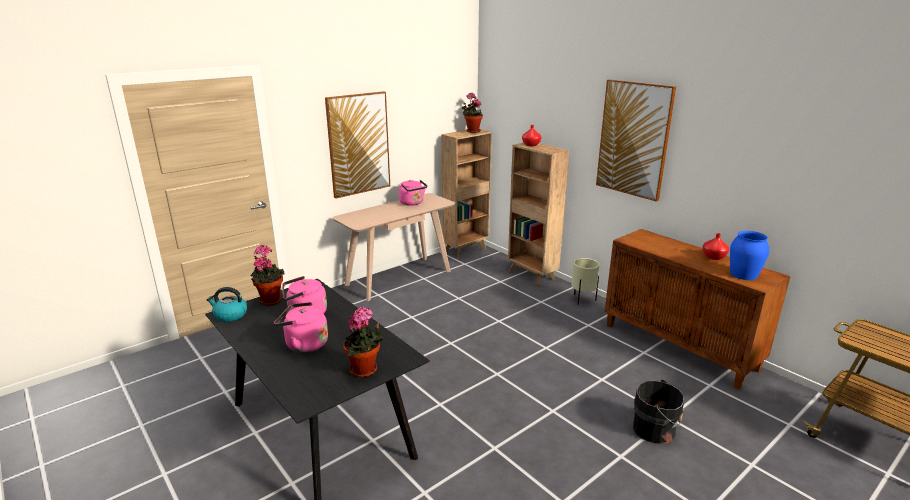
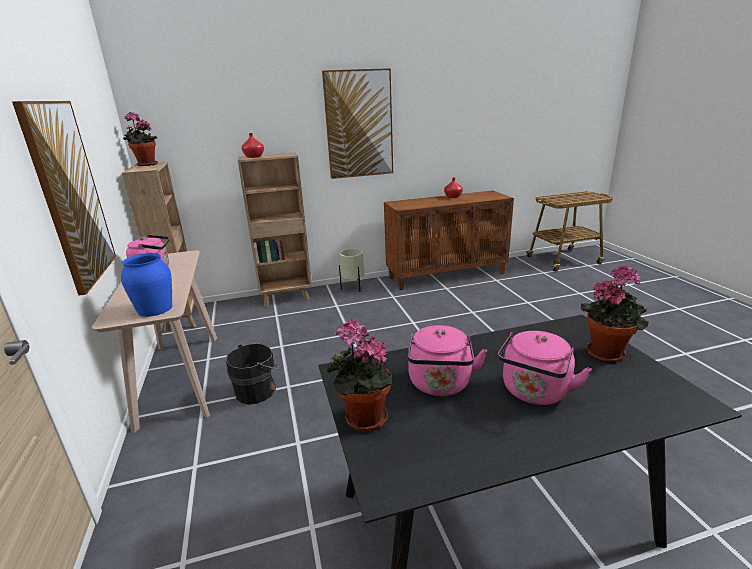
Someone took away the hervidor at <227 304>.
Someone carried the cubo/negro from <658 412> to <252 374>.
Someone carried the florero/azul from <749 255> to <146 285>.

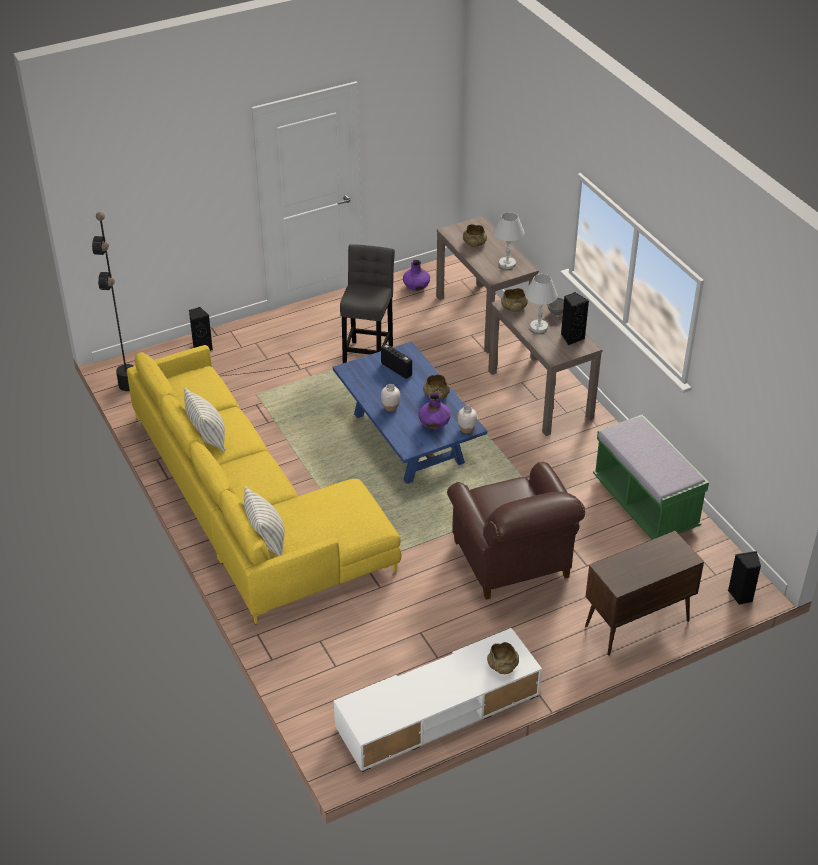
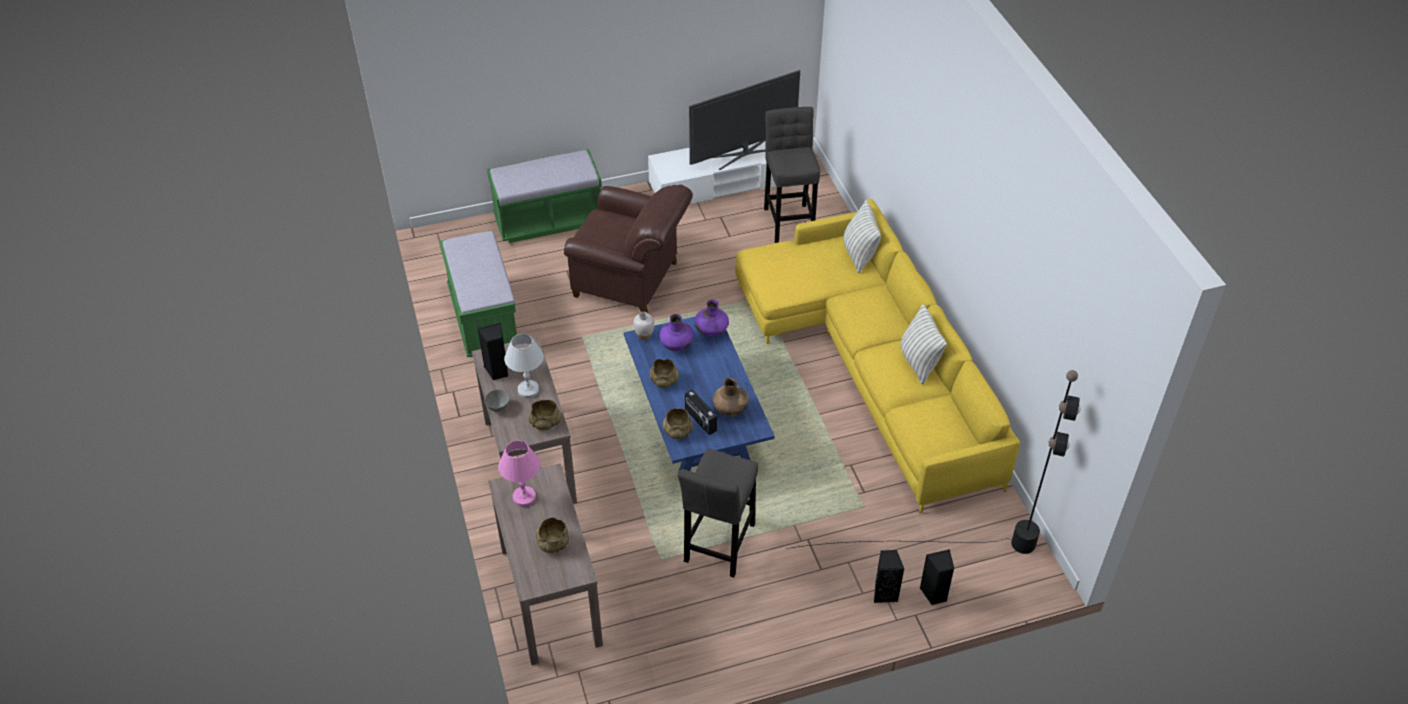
Someone took away the florero/blanco at <390 398>.
Someone carried the florero/morado from <416 275> to <711 318>.
Someone rotated the sillón/marrón at <516 531> by 120 degrees clockwise.
Someone carried the cuenco/beis from <503 658> to <677 423>.
Someone repainted the lámpara de mesa/blanco at <509 240>, which became the lámpara de mesa/rosa at <519 473>.
Someone swapped the armario/marrón at <644 593> for the banco/verde at <544 196>.
Someone carried the altavoz/negro from <744 578> to <889 576>.
Someone put down the televisor at <744 120>.
Someone put down the florero/marrón at <731 397>.
Someone put down the taburete/gris at <792 175>.

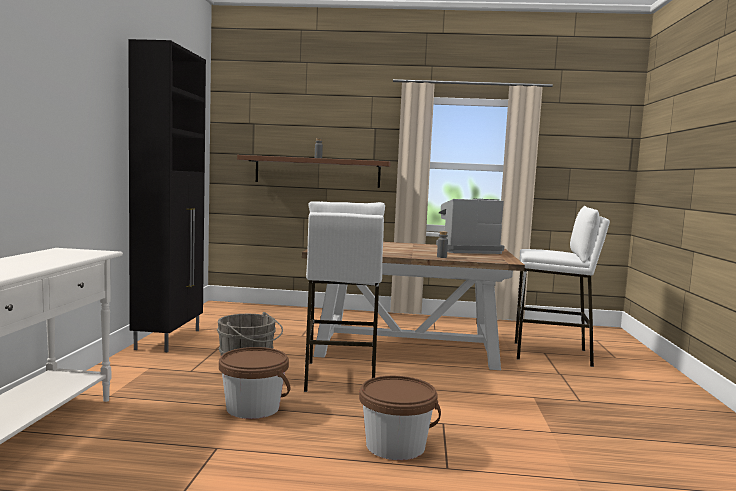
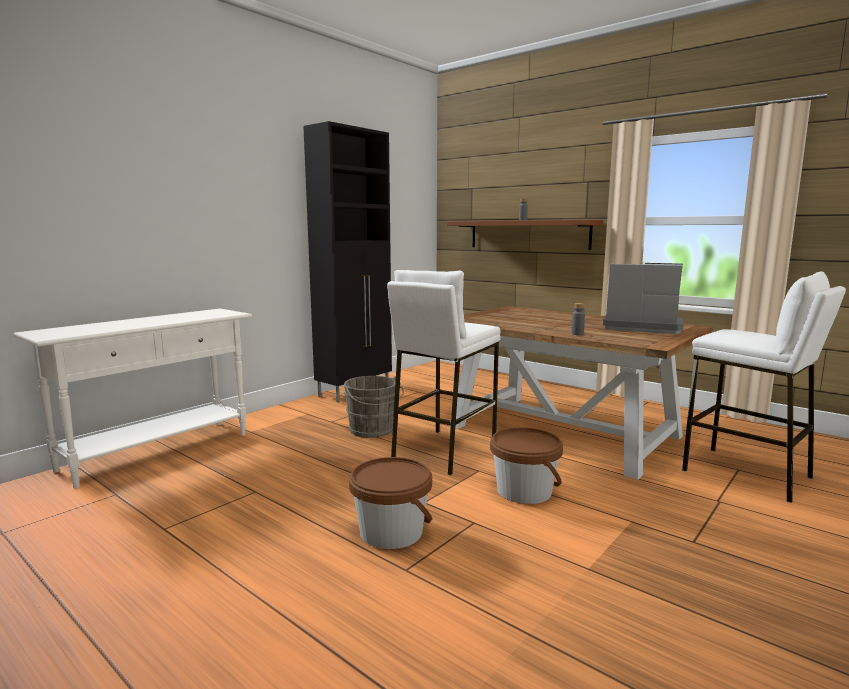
Someone carried the cubo/marrón from <254 383> to <526 466>.

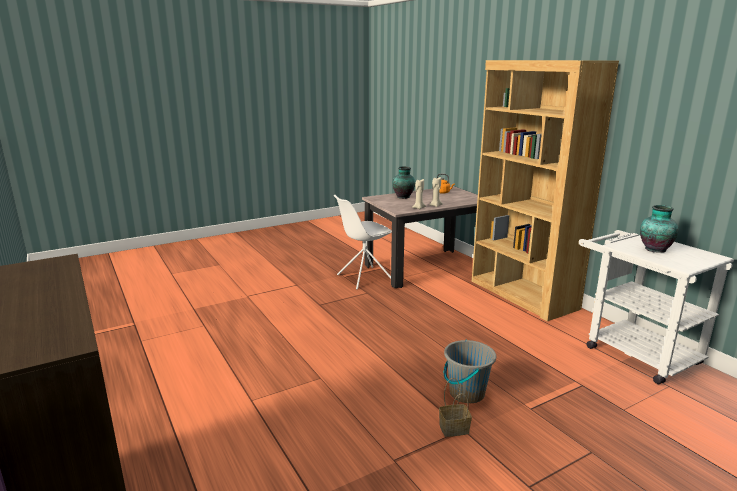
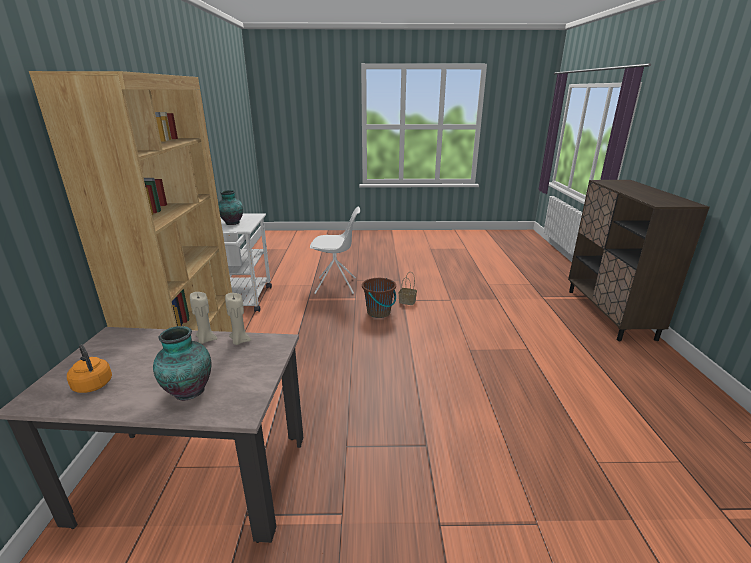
Someone carried the silla/blanco from <363 241> to <335 250>.
Someone repainted the cubo/gris at <470 371>, which became the cubo/marrón at <379 298>.

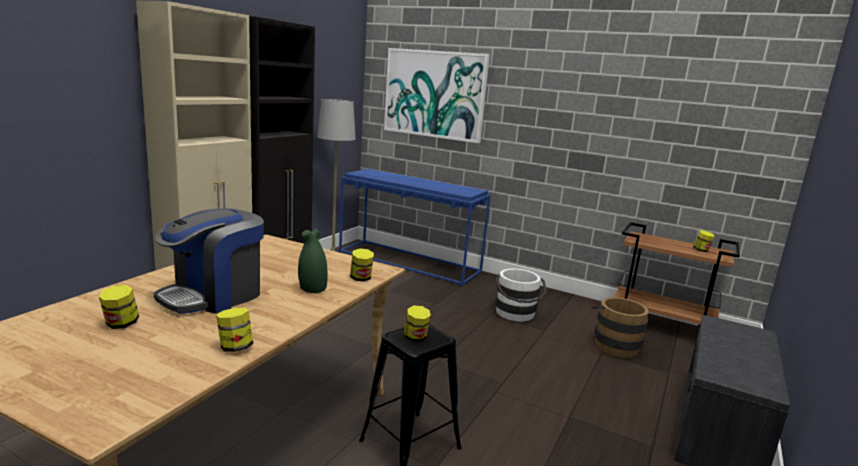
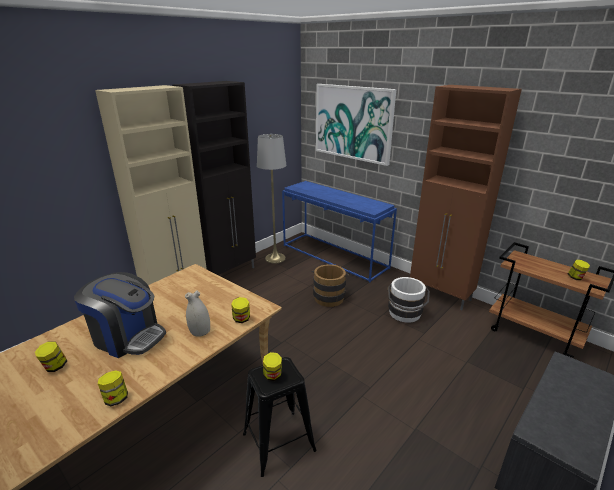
Someone rotated the cafetera at <209 261> by 120 degrees counterclockwise.
Someone repainted the florero/verde at <313 261>, which became the florero/blanco at <197 313>.
Someone carried the cubo/marrón from <620 327> to <330 285>.
Someone put down the armario/marrón at <466 197>.

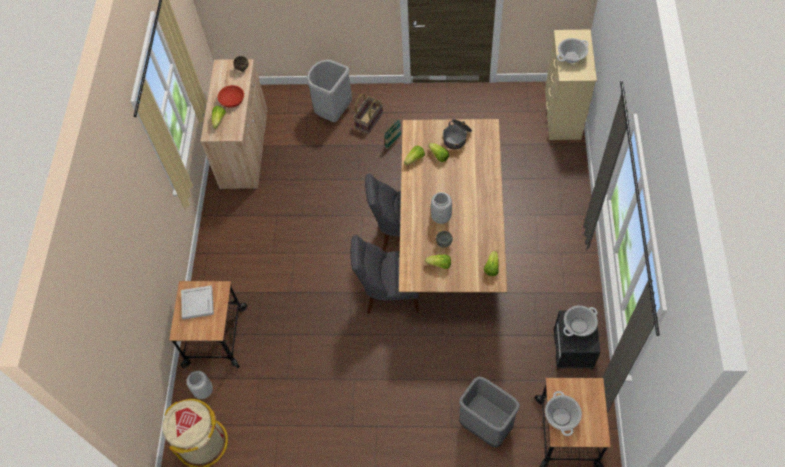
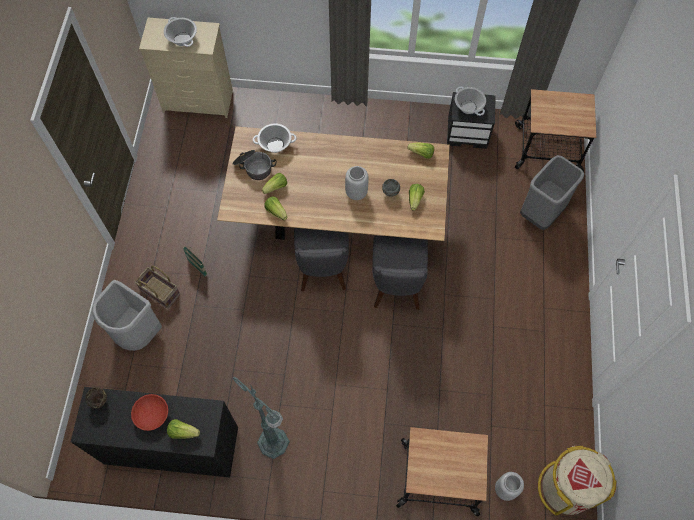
Someone took away the bandeja/blanco at <197 302>.
Someone repainted the armario/beis at <234 124>, which became the armario/negro at <154 432>.
Someone carried the olla from <563 413> to <275 138>.
Someone put down the lámpara de pie/verde at <261 418>.

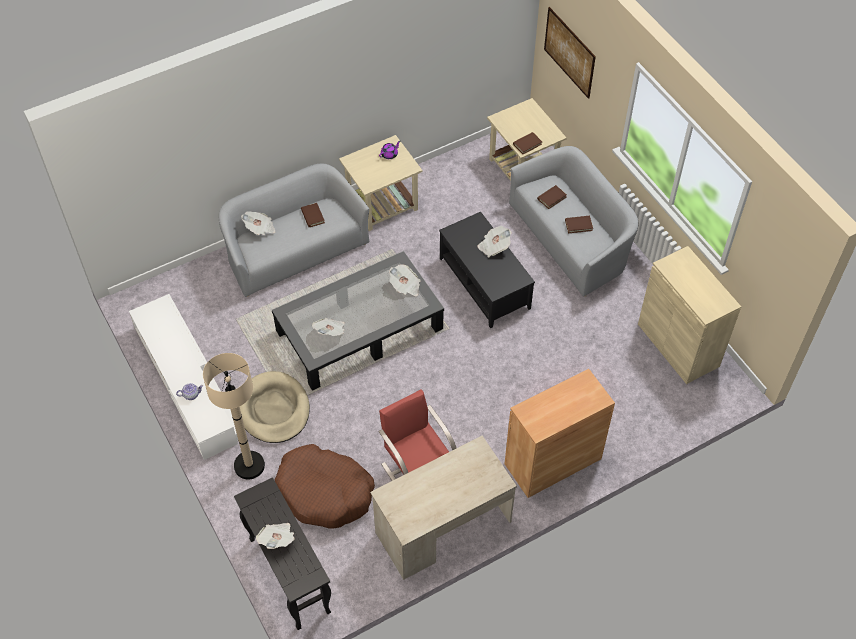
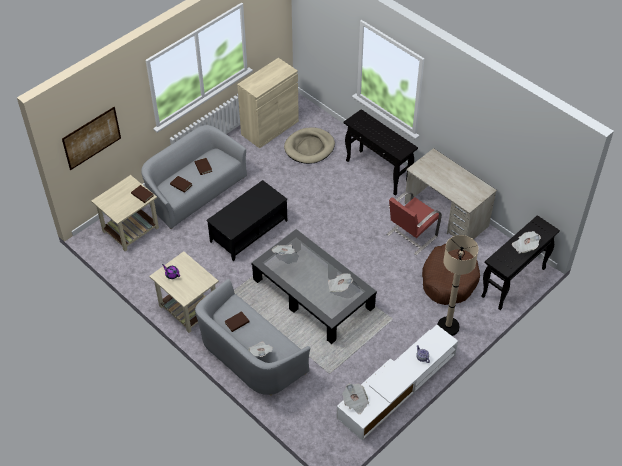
Someone carried the cama para perro/beis from <275 407> to <309 145>.
Someone carried the periódico from <494 241> to <355 398>.
Someone swapped the armario/marrón at <560 433> for the mesa consola/negro at <381 152>.

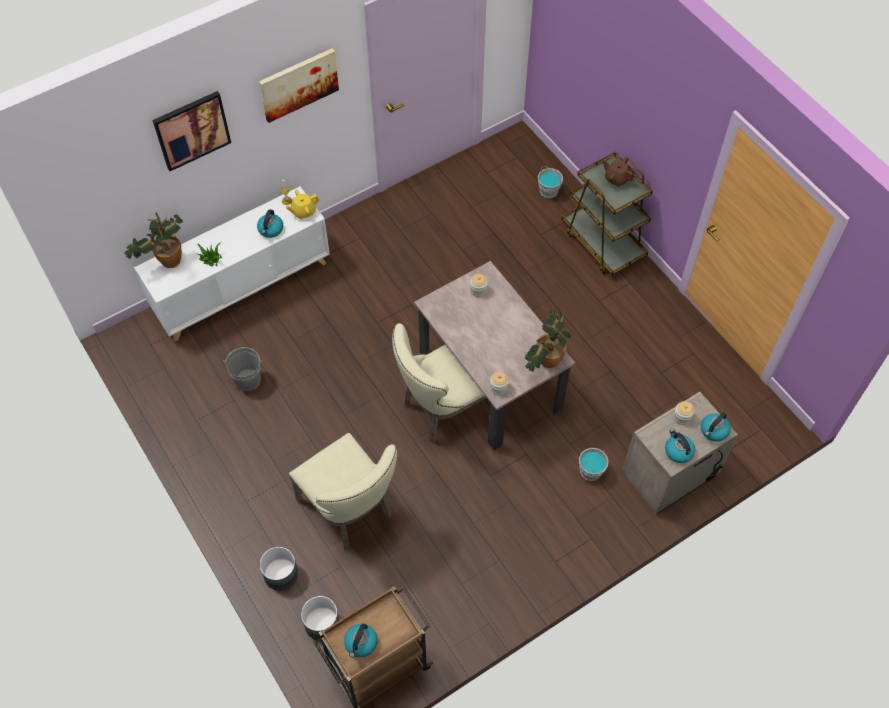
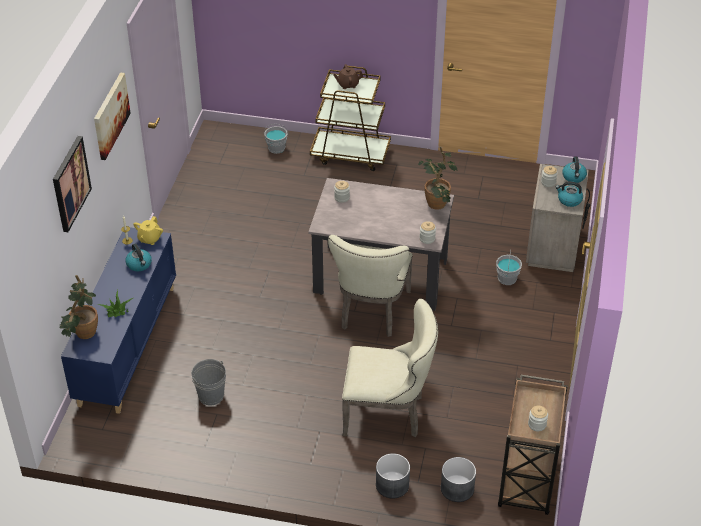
Someone repainted the armario/blanco at <232 264>, which became the armario/azul at <118 320>.
Someone swapped the hervidor at <360 640> for the tarro at <538 418>.

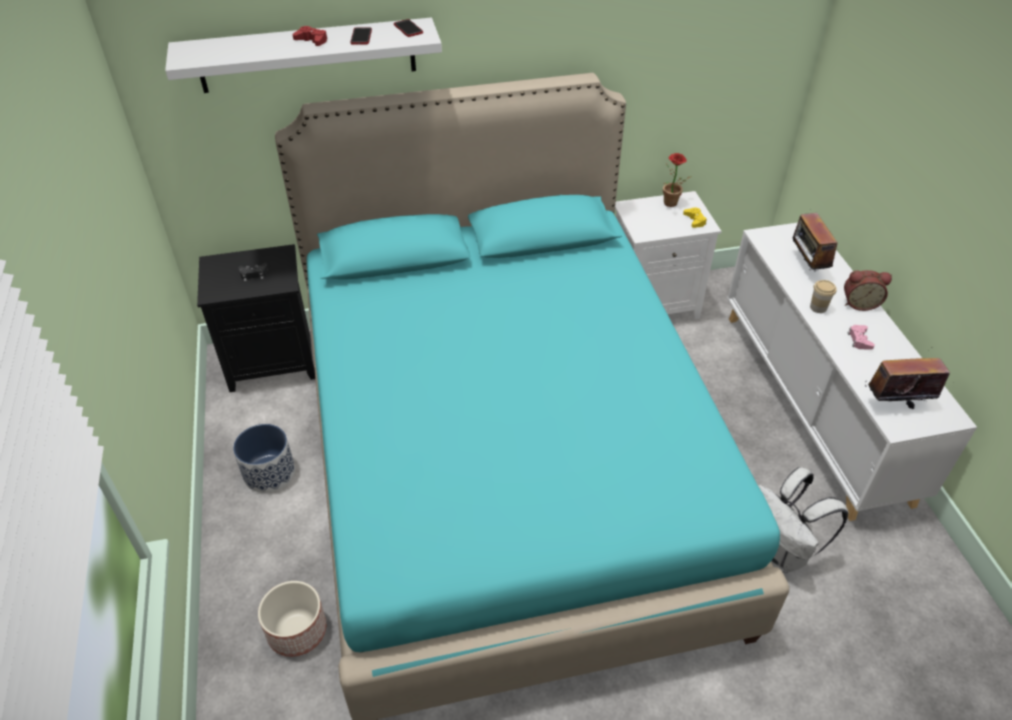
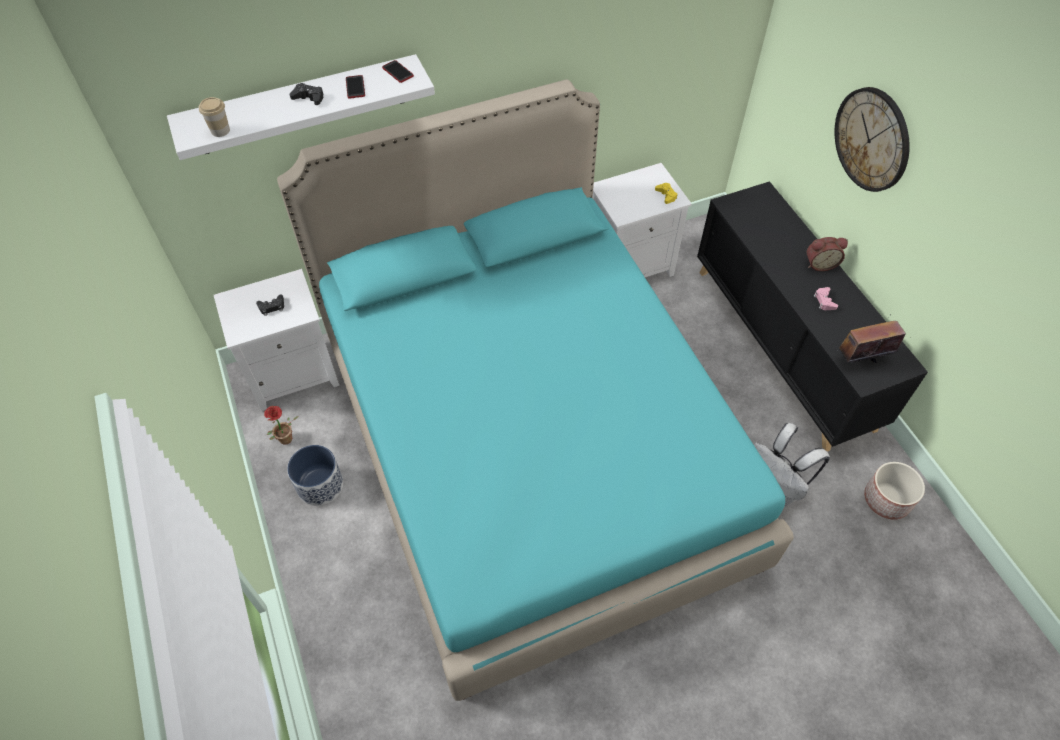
Someone repainted the mesita de noche/negro at <256 318>, which became the mesita de noche/blanco at <276 340>.
Someone carried the maceta from <292 619> to <894 491>.
Someone repainted the mando de consola/rojo at <310 36>, which became the mando de consola/negro at <306 94>.
Someone carried the planta en maceta from <677 180> to <281 425>.
Someone repainted the armario/blanco at <852 372>, which became the armario/negro at <812 316>.
Someone took away the radio at <815 240>.
Someone carried the taza from <823 296> to <214 117>.
Someone put up the reloj de pared at <872 139>.

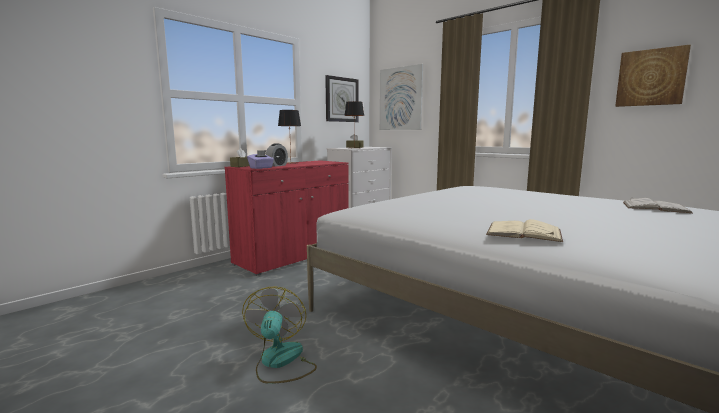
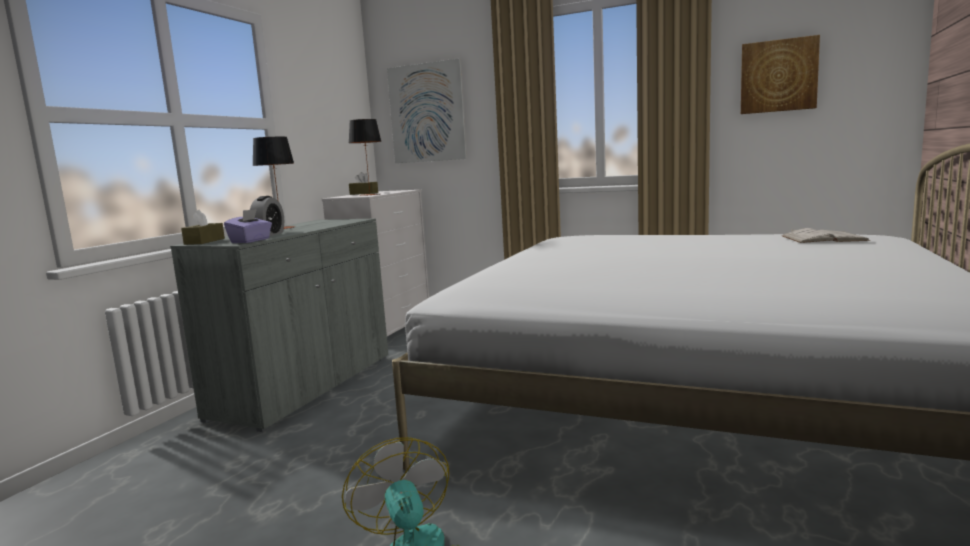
Someone repainted the armario/rojo at <287 218>, which became the armario/gris at <279 325>.
Someone took away the reloj de pared at <341 98>.
Someone took away the libro/beis at <524 230>.

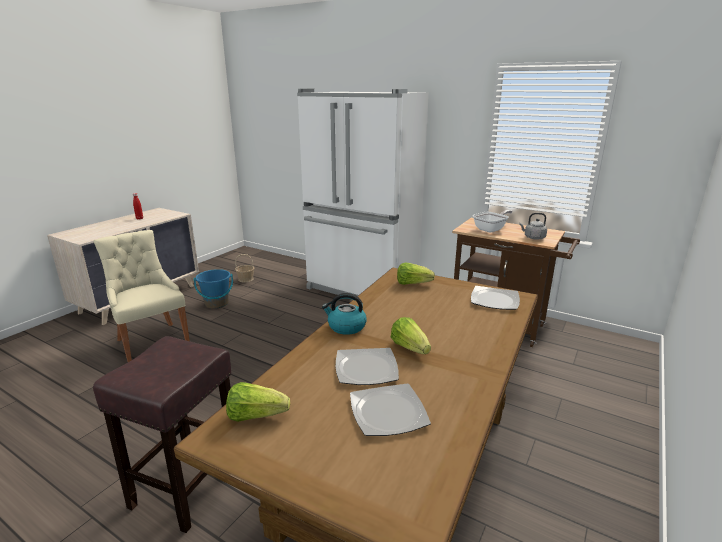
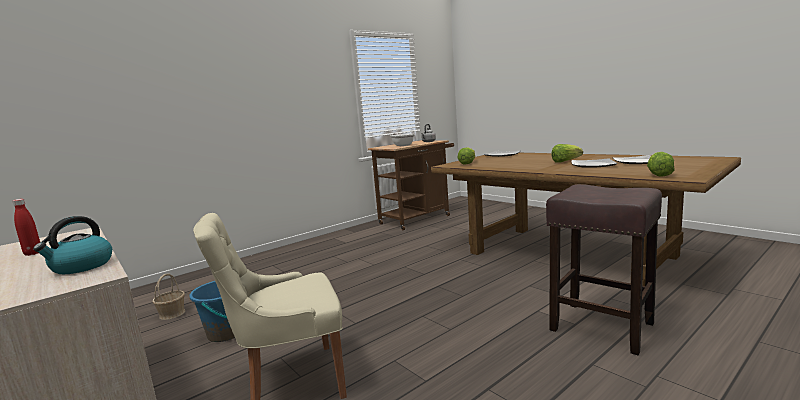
Someone took away the nevera/blanco at <363 192>.
Someone carried the hervidor from <344 314> to <72 245>.

